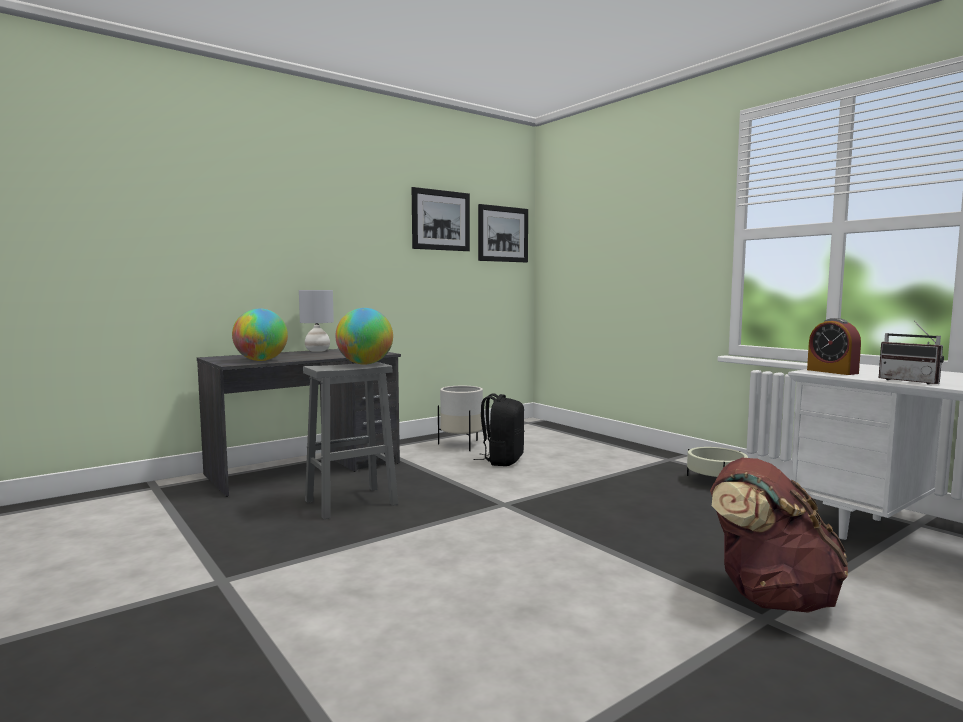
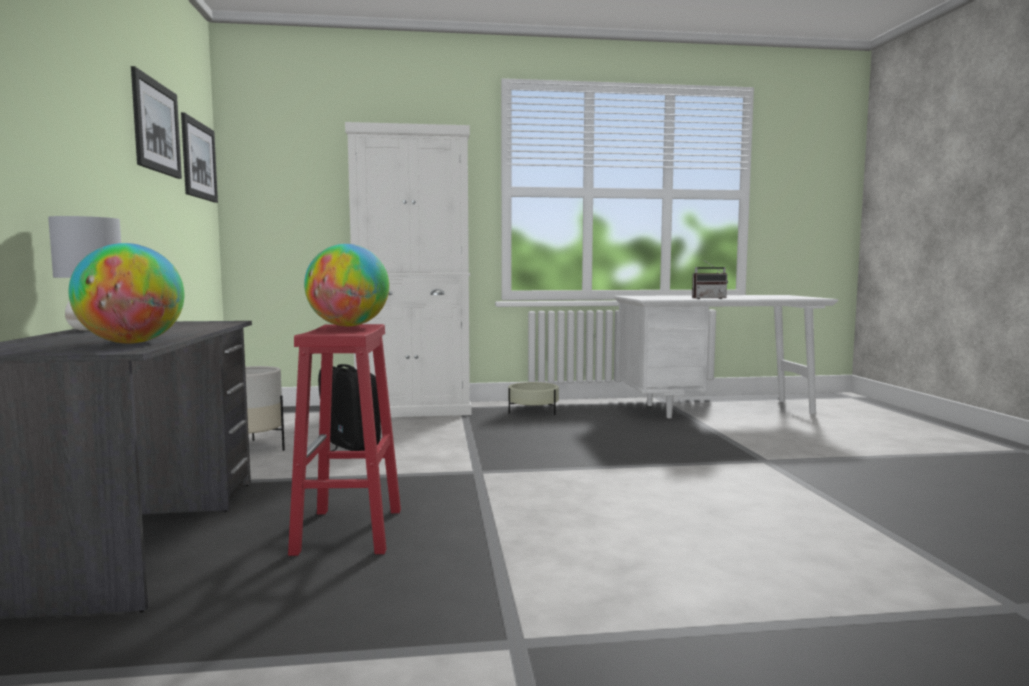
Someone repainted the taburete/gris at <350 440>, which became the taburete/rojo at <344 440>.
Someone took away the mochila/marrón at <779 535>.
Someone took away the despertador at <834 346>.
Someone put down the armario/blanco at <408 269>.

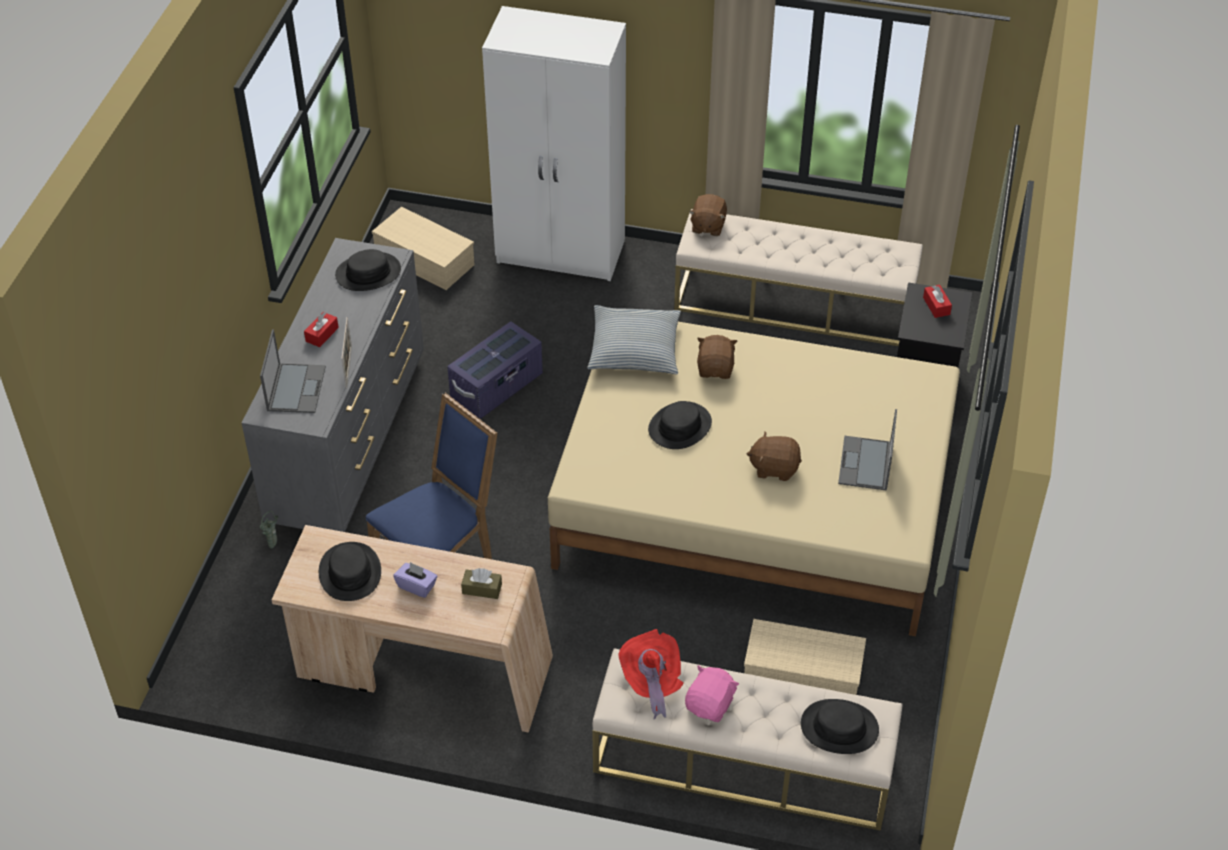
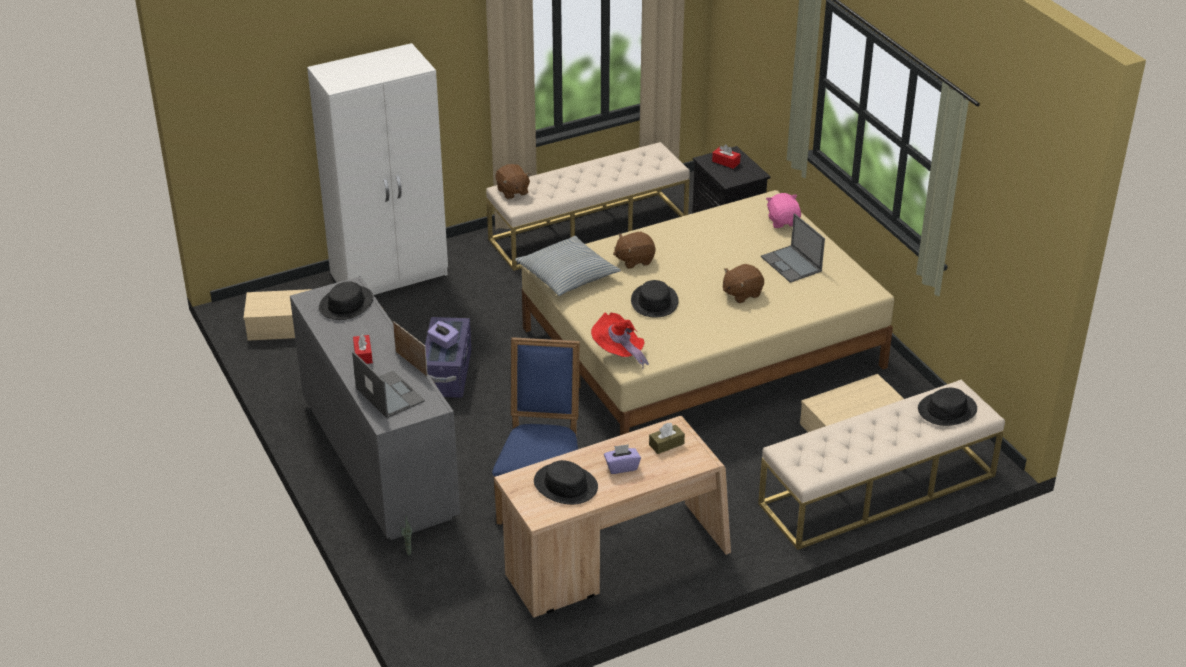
Someone carried the sombrero/rojo from <650 674> to <620 341>.
Someone carried the peluche/rosa from <712 693> to <783 210>.
Someone rotated the peluche/marrón at <717 357> by 75 degrees counterclockwise.
Someone put down the caja de pañuelos/morado at <443 335>.

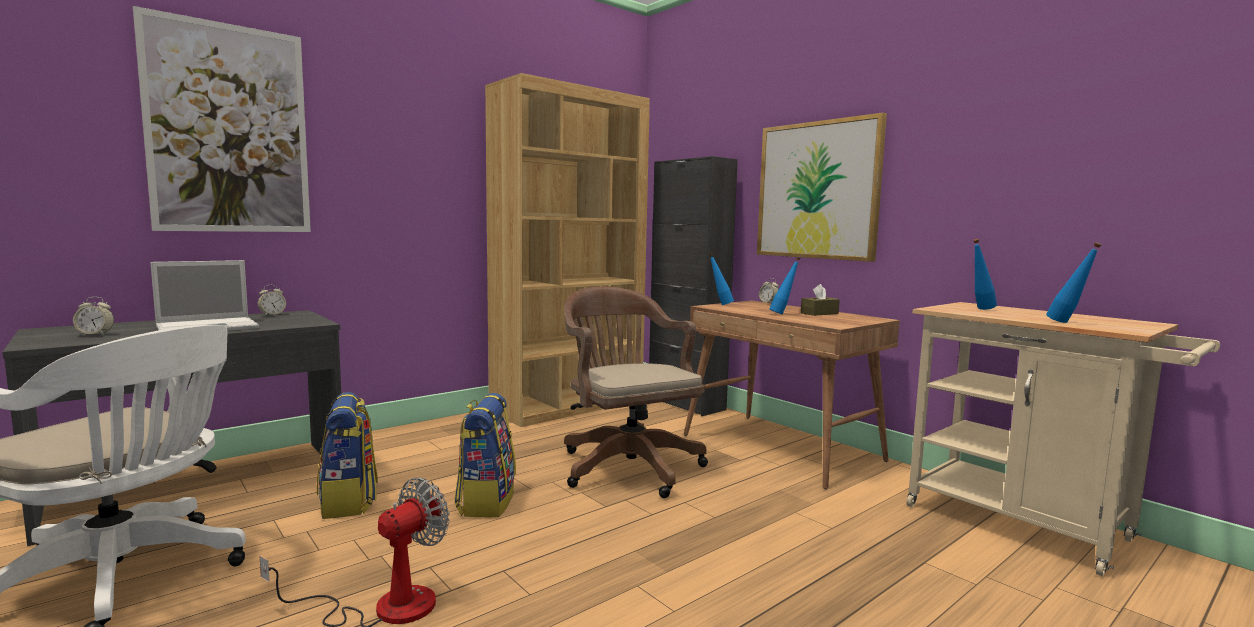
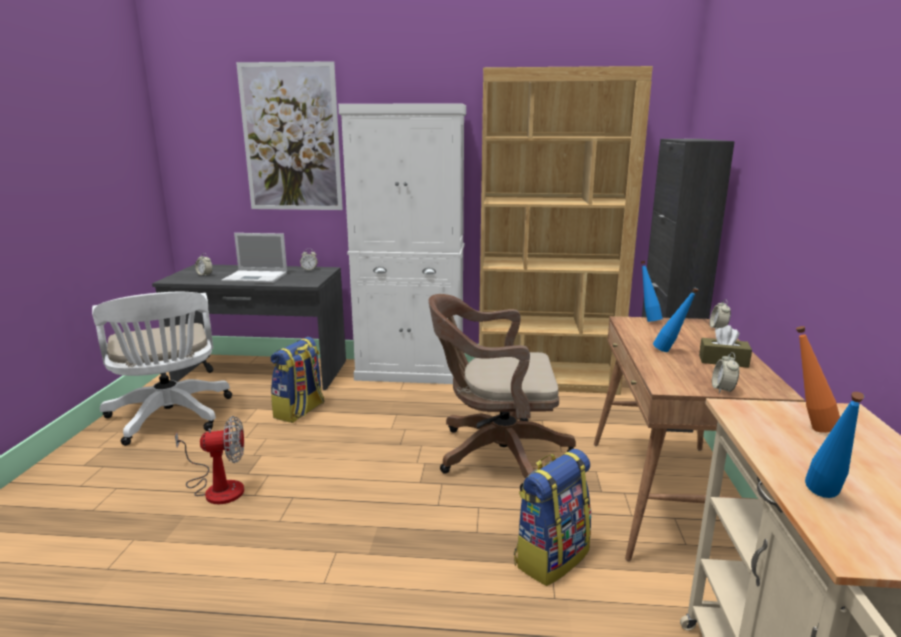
Someone carried the mochila from <485 455> to <552 517>.
Someone rotated the silla de oficina/marrón at <636 392> by 105 degrees counterclockwise.
Someone took away the cuadro at <822 187>.
Someone repainted the botella/azul at <985 274>, which became the botella/naranja at <818 379>.
Someone put down the armario/blanco at <402 243>.
Someone put down the despertador at <725 373>.

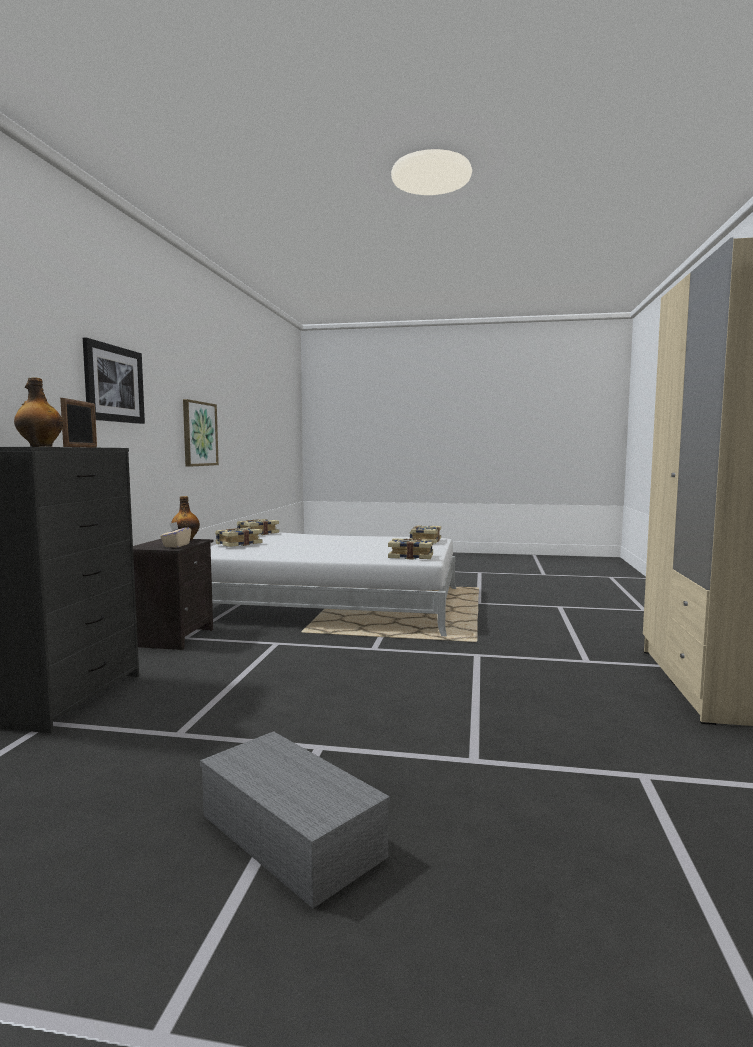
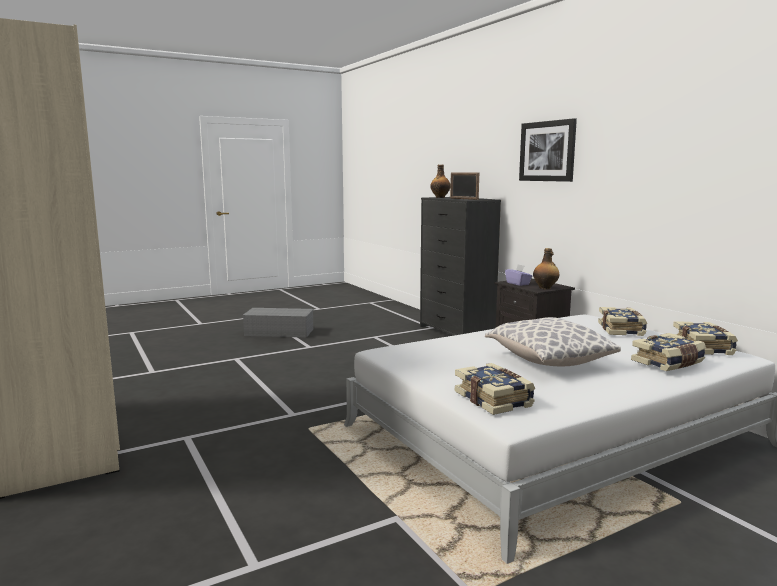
Someone repainted the caja de pañuelos/beis at <175 534>, which became the caja de pañuelos/morado at <518 275>.
Someone took away the cuadro at <201 433>.
Someone carried the libro from <410 549> to <668 352>.
Someone put down the cojín at <553 341>.

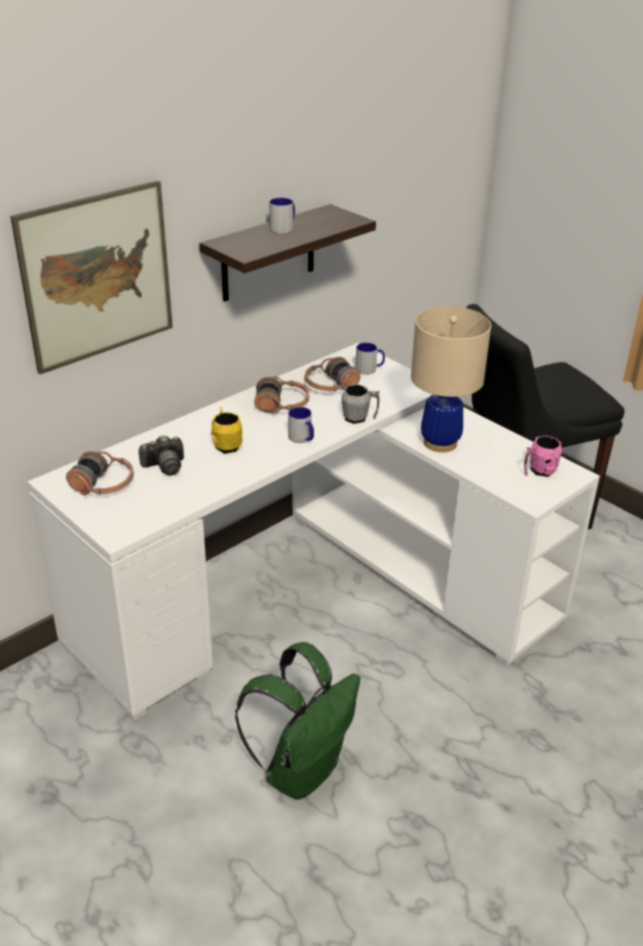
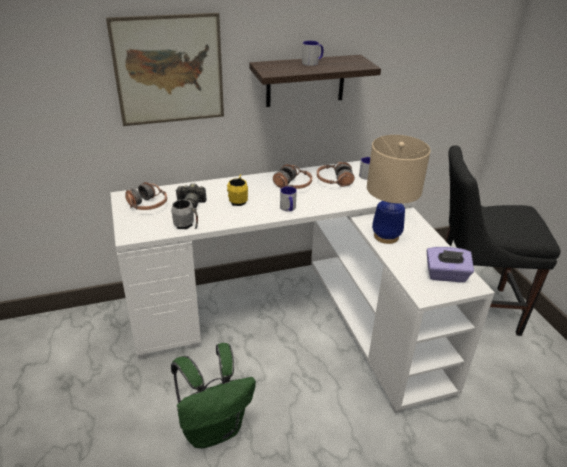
Someone carried the taza grande/gris from <361 404> to <184 214>.
Someone swapped the taza grande/rosa at <543 456> for the caja de pañuelos/morado at <450 264>.

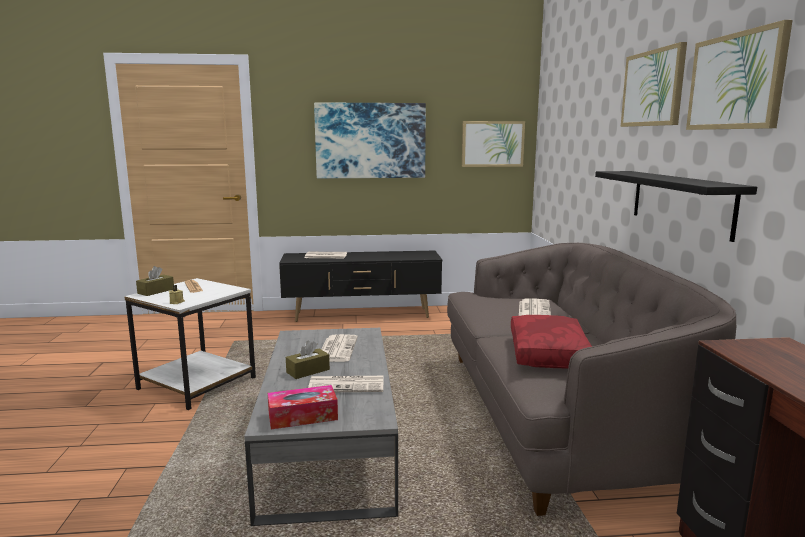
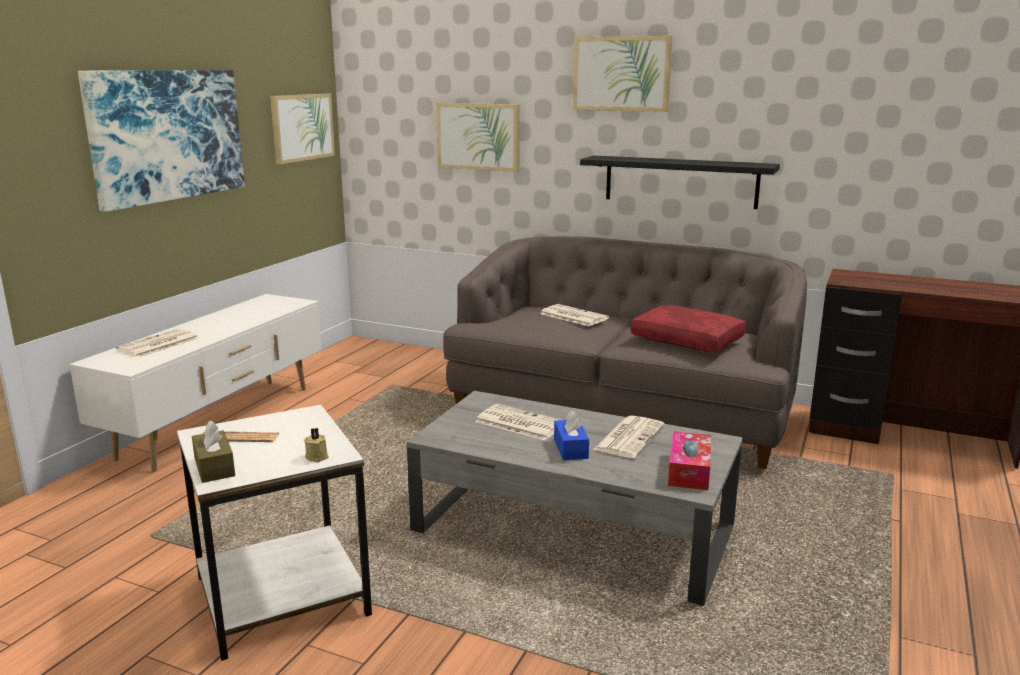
Someone repainted the mueble de televisión/negro at <360 286>, which became the mueble de televisión/blanco at <195 382>.
Someone repainted the caja de pañuelos/marrón at <308 360>, which became the caja de pañuelos/azul at <571 435>.
Someone carried the cuadro from <739 75> to <478 137>.

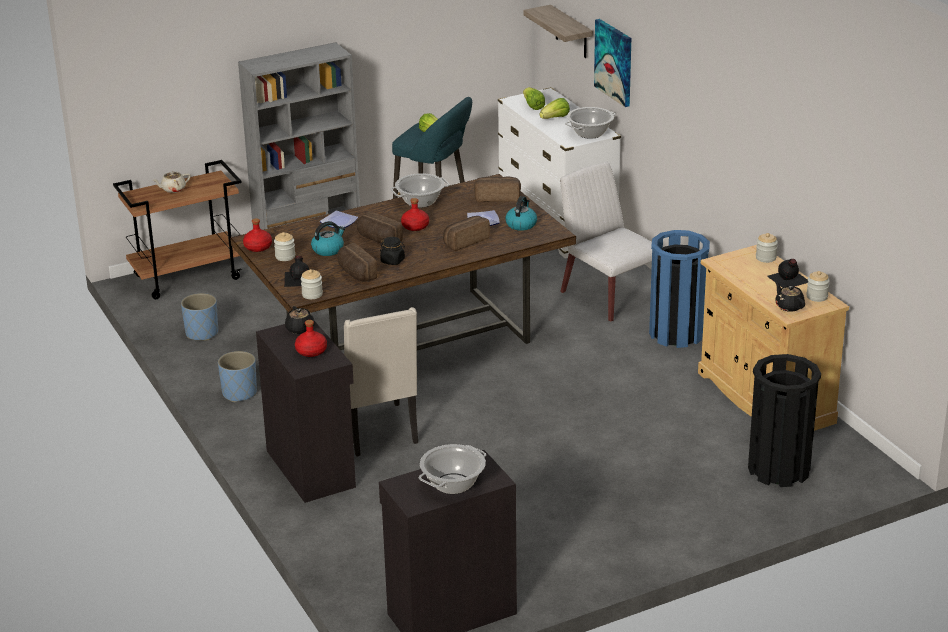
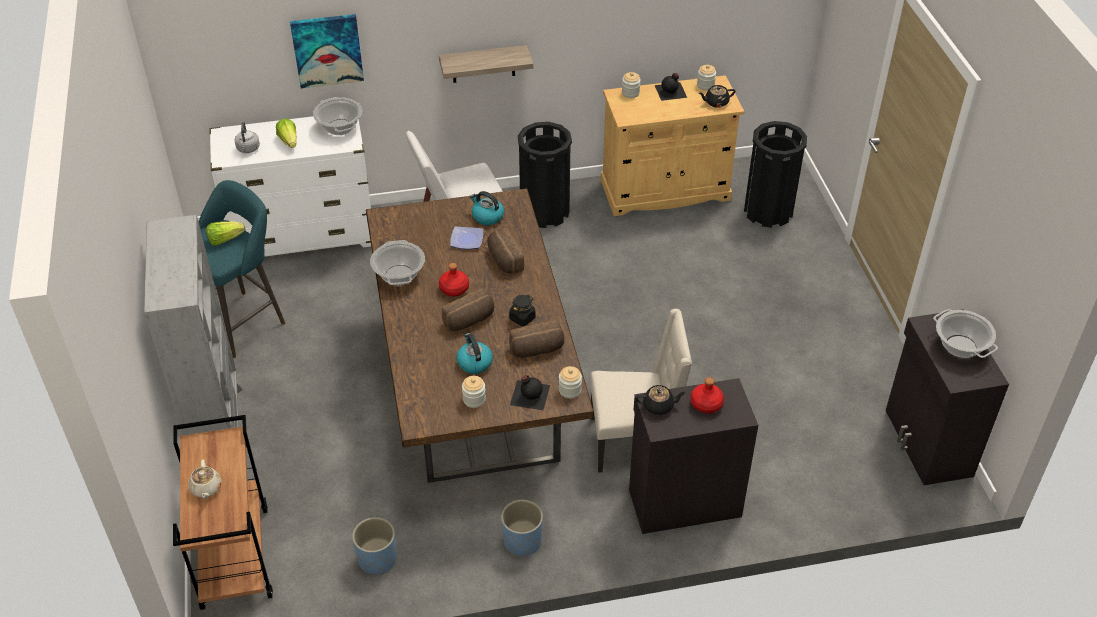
Someone took away the botella/rojo at <257 235>.
Someone took away the plato at <339 219>.
Someone took away the pan at <497 189>.
Someone carried the estante from <558 31> to <486 64>.
Someone swapped the lechuga at <534 98> for the hervidor/gris at <247 137>.
Someone repainted the papelera/azul at <679 289>, which became the papelera/negro at <545 175>.

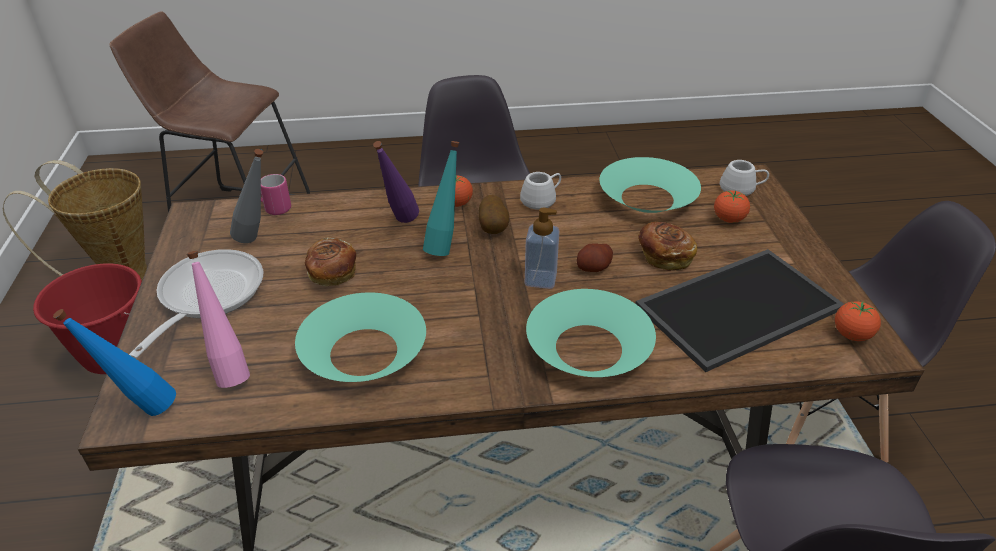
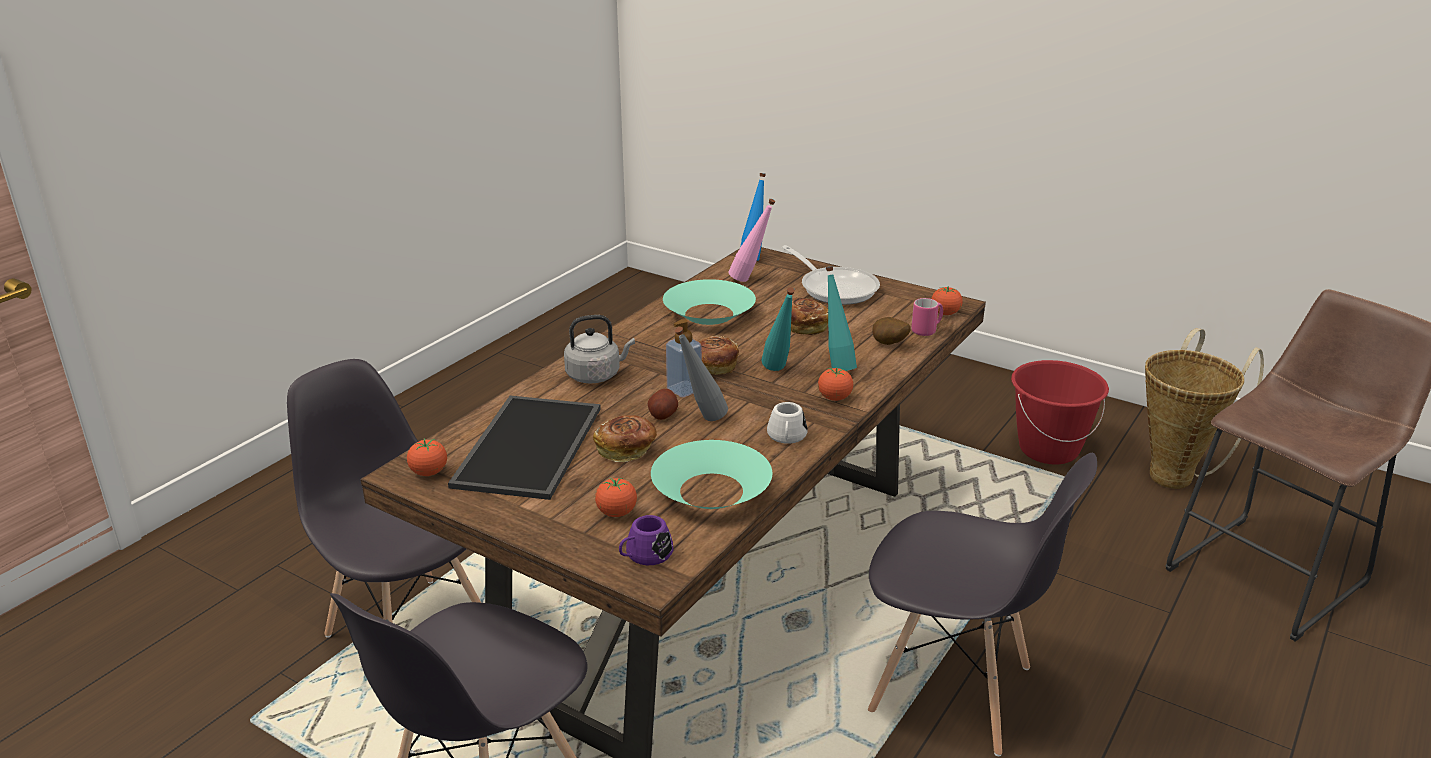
Someone carried the botella/gris from <246 196> to <701 374>.
Someone repainted the botella/morado at <396 182>, which became the botella/turquesa at <841 318>.
Someone carried the patata from <494 214> to <891 331>.
Someone swapped the cuenco/turquesa at <591 333> for the hervidor/gris at <599 349>.
Someone repainted the taza grande/blanco at <744 178>, which became the taza grande/morado at <646 540>.
Someone put down the pan at <719 355>.
Someone put down the tomate at <947 300>.

